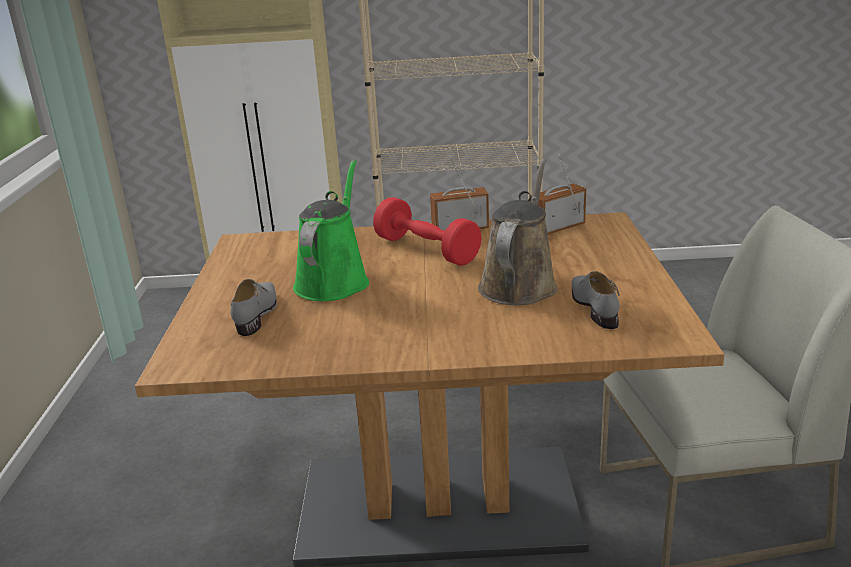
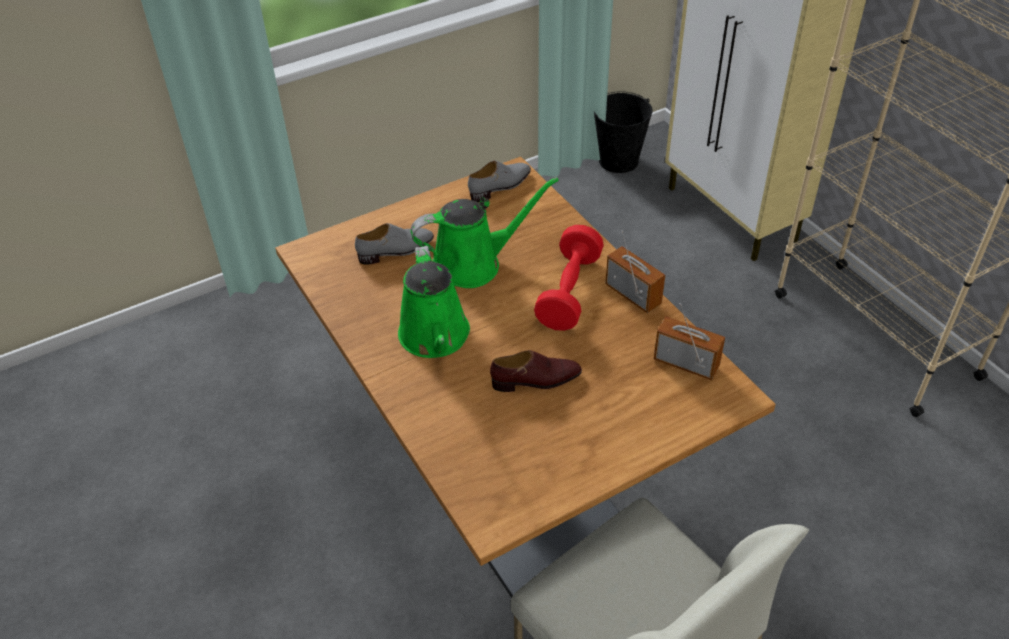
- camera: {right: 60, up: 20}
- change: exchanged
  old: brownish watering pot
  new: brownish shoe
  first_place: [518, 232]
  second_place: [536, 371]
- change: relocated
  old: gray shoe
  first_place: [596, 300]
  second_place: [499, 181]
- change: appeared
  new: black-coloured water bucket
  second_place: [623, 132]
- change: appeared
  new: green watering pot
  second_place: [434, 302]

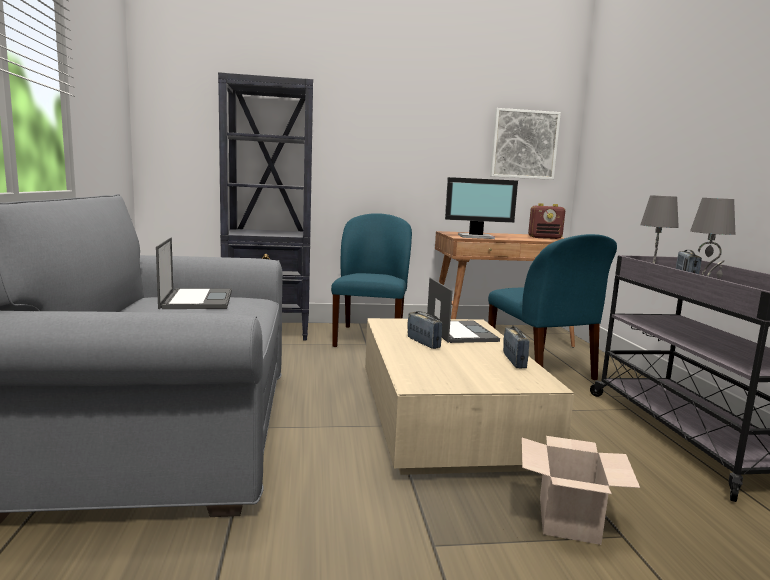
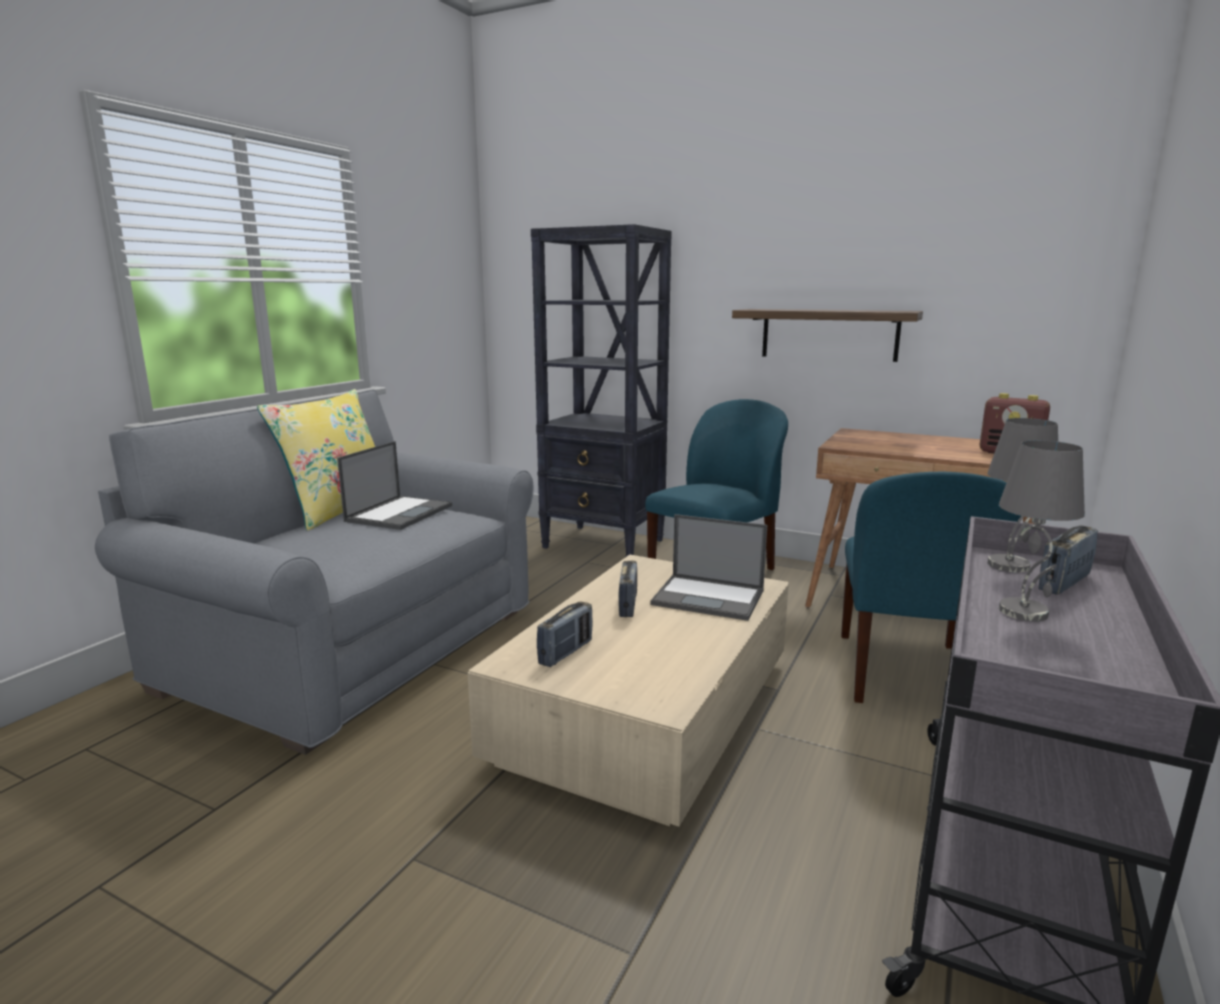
- camera: {right: 35, up: 5}
- change: missing
  old: wall picture
  first_place: [525, 144]
- change: missing
  old: monitor
  first_place: [481, 208]
- change: spun
  old: portable computer
  first_place: [463, 310]
  second_place: [708, 567]
  degrees: 90
- change: relocated
  old: radio set
  first_place: [516, 347]
  second_place: [565, 634]
- change: missing
  old: cardboard box
  first_place: [581, 490]
- change: appeared
  new: wall shelf
  second_place: [827, 335]
- change: appeared
  new: yellow-coloured pillow
  second_place: [316, 460]

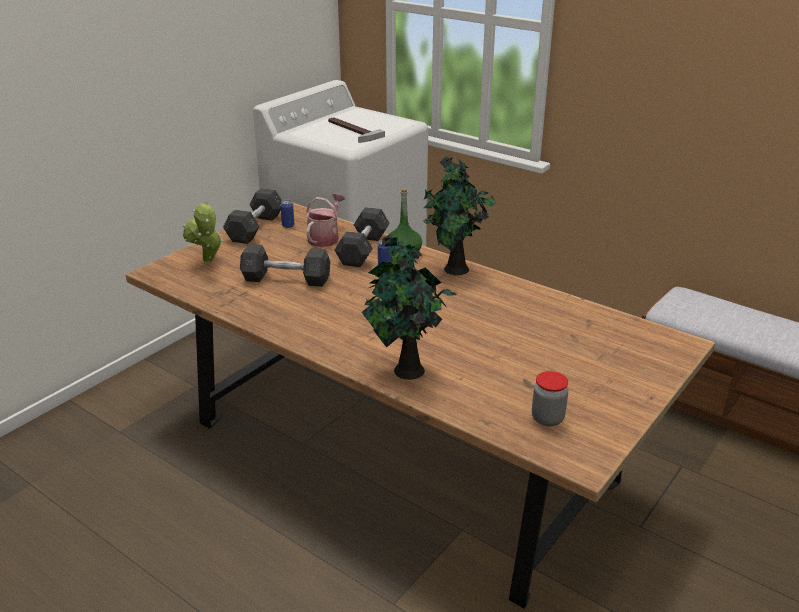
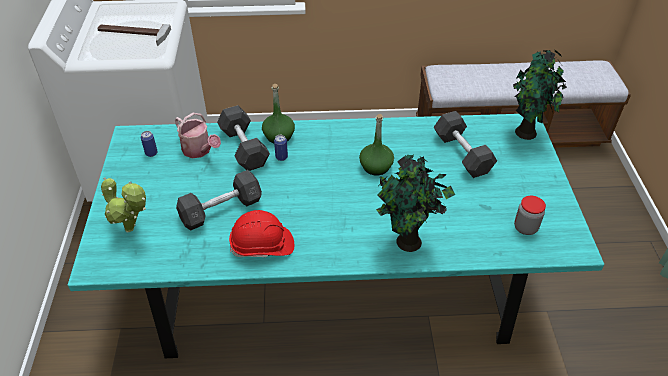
- camera: {right: -40, up: 15}
- change: relocated
  old: plant in a pot
  first_place: [459, 215]
  second_place: [540, 94]
- change: relocated
  old: gray dumbbell
  first_place: [252, 216]
  second_place: [465, 144]
- change: spun
  old: watering pot
  first_place: [325, 220]
  second_place: [198, 135]
  degrees: 150
- change: colour
  old: brownish dinner table
  new: turquoise-coloured dinner table
  first_place: [420, 405]
  second_place: [336, 236]
- change: appeared
  new: green drink bottle
  second_place: [376, 145]
- change: appeared
  new: red safety helmet
  second_place: [261, 234]

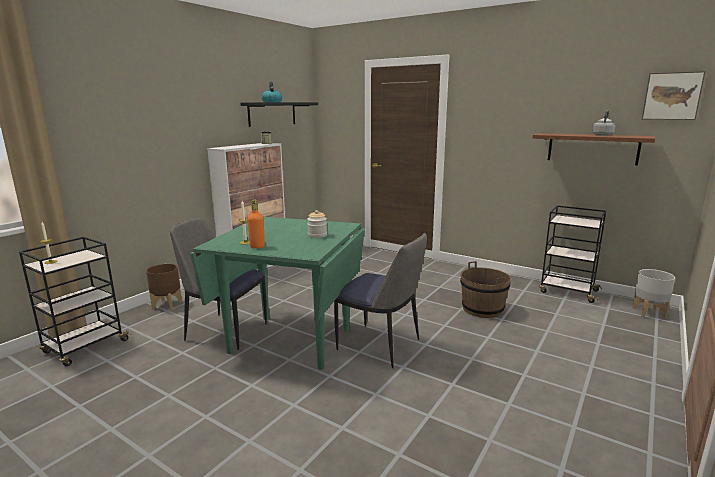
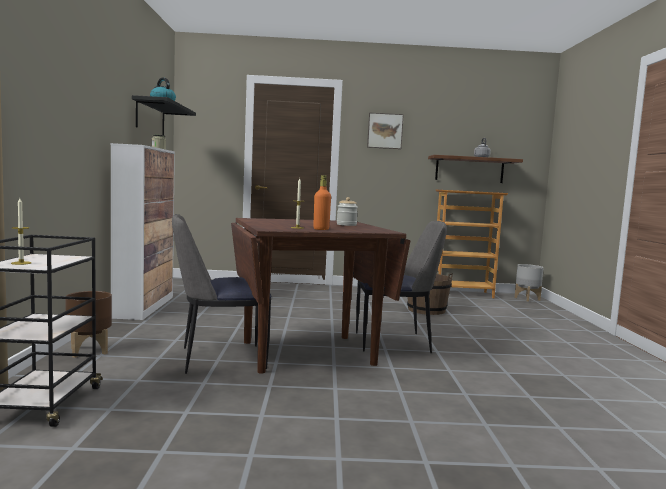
- camera: {right: -35, up: -10}
- change: relocated
  old: wall picture
  first_place: [674, 95]
  second_place: [385, 131]
- change: exchanged
  old: black-coloured wheeled cart
  new: bookcase
  first_place: [572, 254]
  second_place: [471, 243]
- change: colour
  old: green dinner table
  new: brownish dinner table
  first_place: [277, 293]
  second_place: [321, 296]

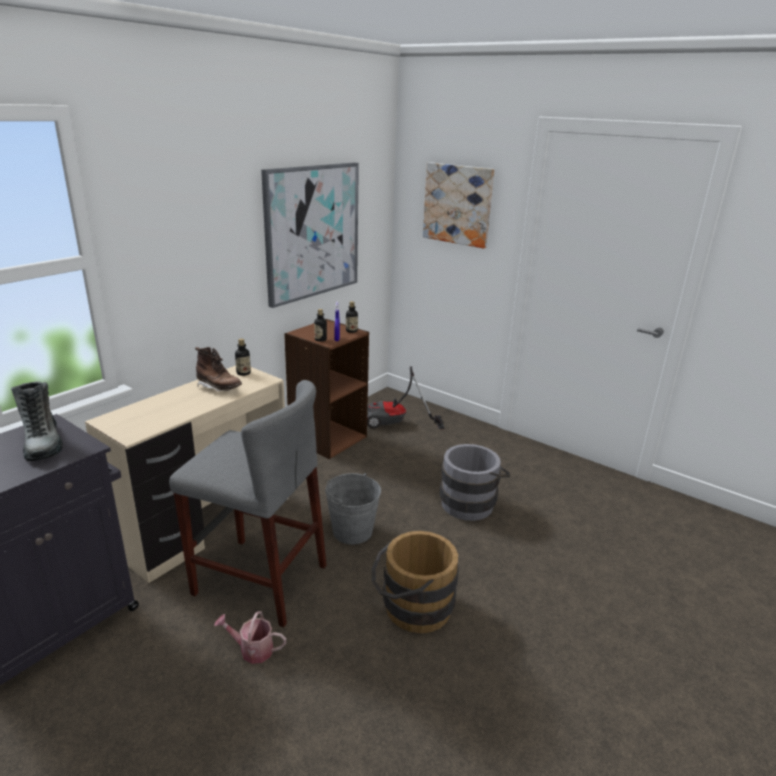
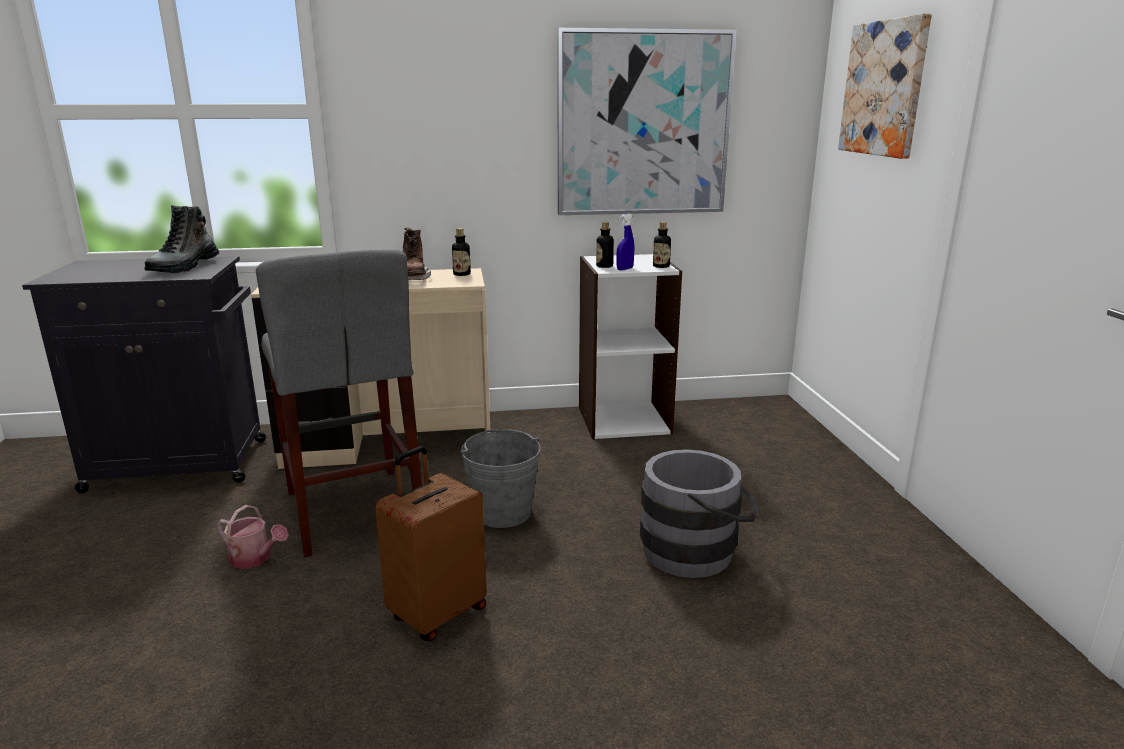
- camera: {right: 45, up: -5}
- change: colour
  old: brownish bookcase
  new: white-coloured bookcase
  first_place: [326, 389]
  second_place: [630, 346]
- change: missing
  old: vacuum cleaner
  first_place: [406, 398]
- change: exchanged
  old: brownish water bucket
  new: brownish travel case
  first_place: [415, 582]
  second_place: [431, 543]
- change: spun
  old: watering pot
  first_place: [250, 637]
  second_place: [253, 537]
  degrees: 150

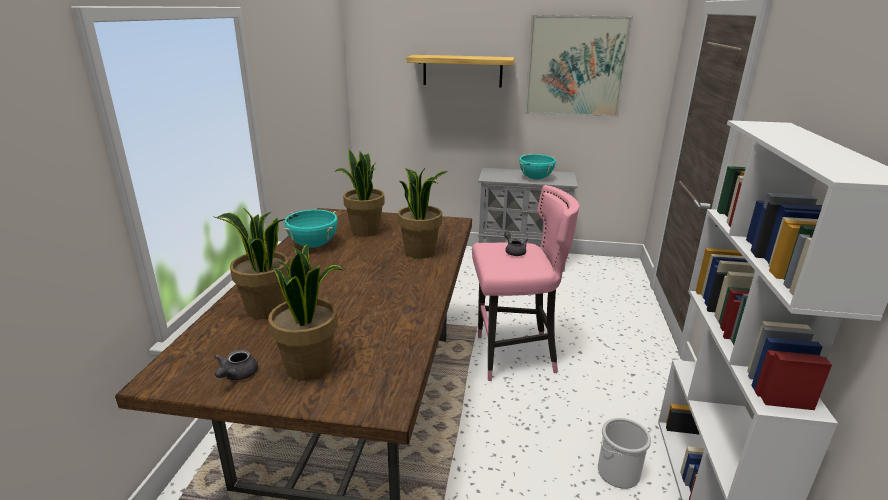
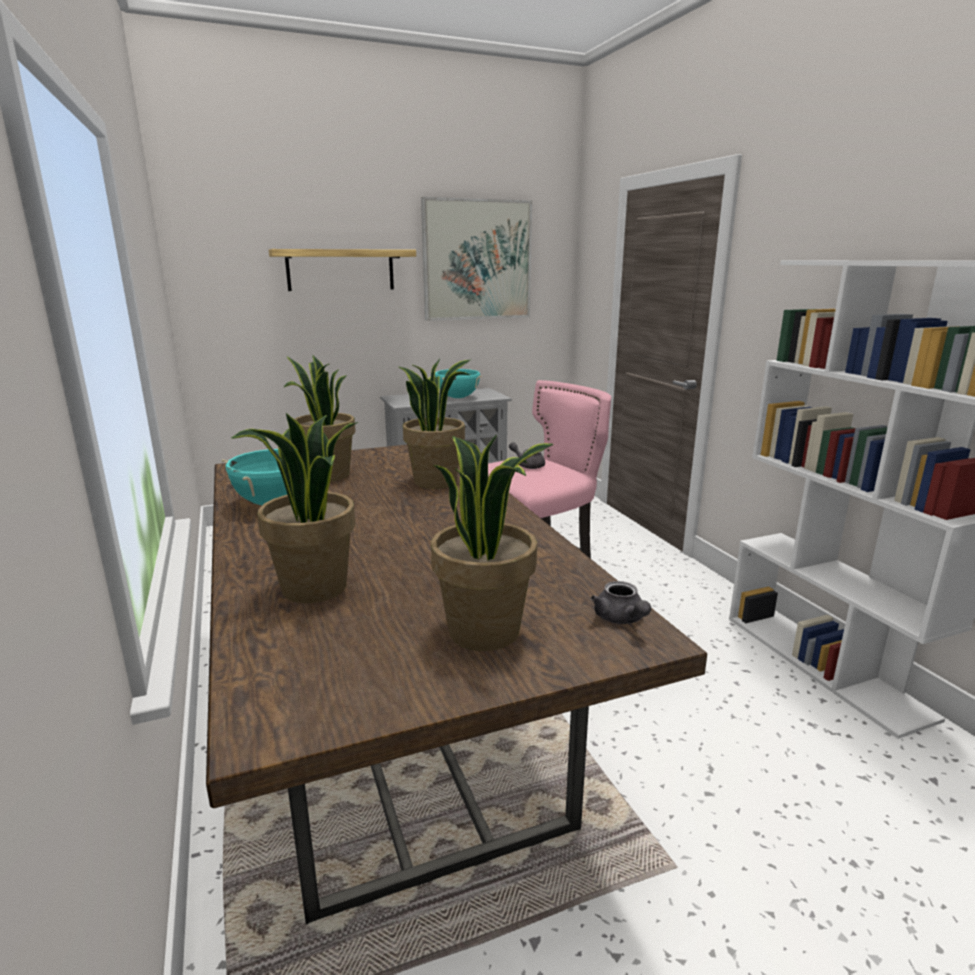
- camera: {right: -30, up: -5}
- change: relocated
  old: gray pot for tea
  first_place: [236, 365]
  second_place: [621, 602]
- change: missing
  old: water bucket
  first_place: [624, 453]

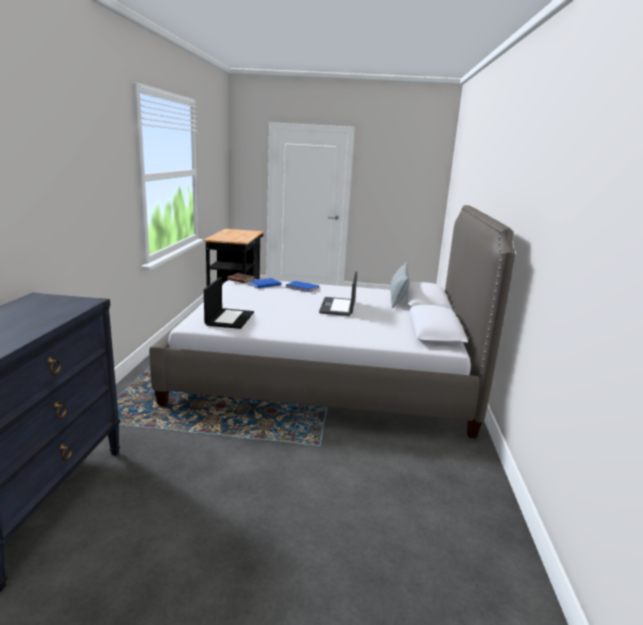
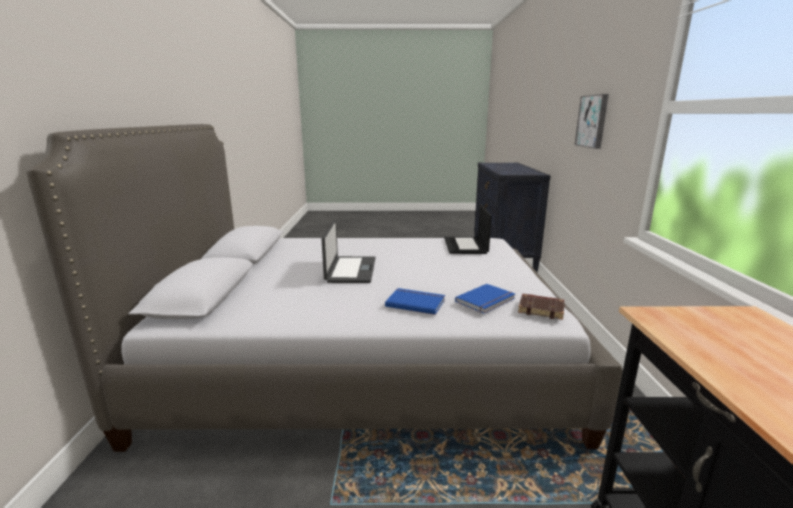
- camera: {right: 175, up: 0}
- change: missing
  old: pillow
  first_place: [399, 285]
- change: appeared
  new: wall picture
  second_place: [592, 121]

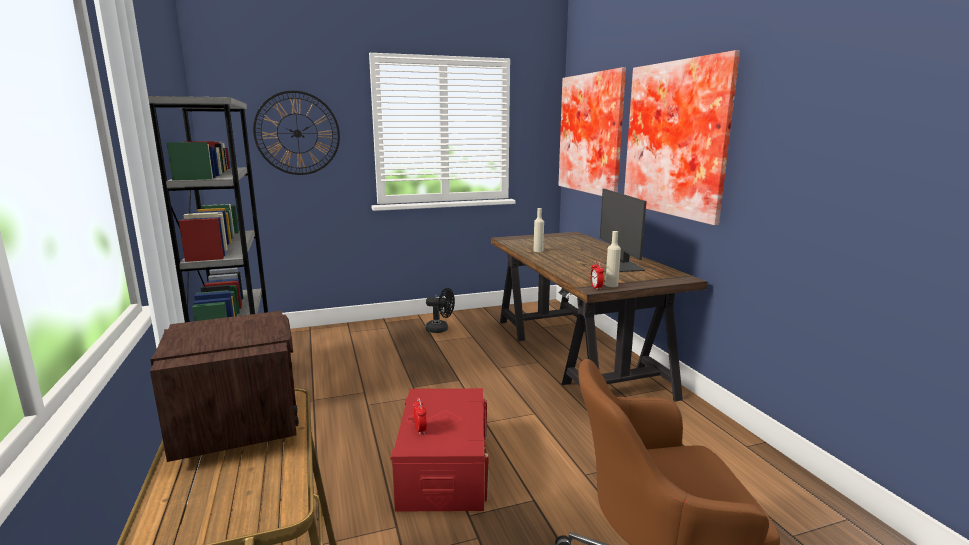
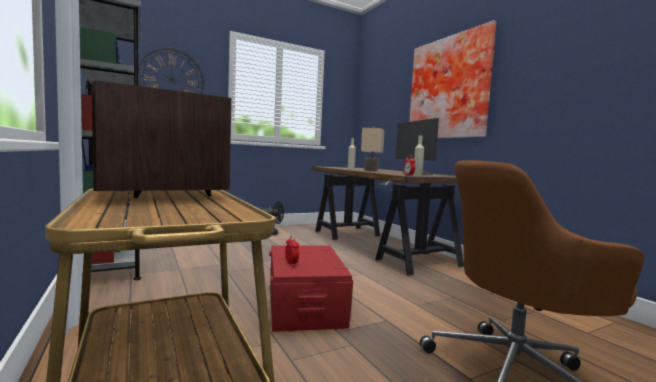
- camera: {right: -10, up: -10}
- change: missing
  old: wall picture
  first_place: [592, 131]
- change: appeared
  new: beige-coloured lamp for a table
  second_place: [373, 148]

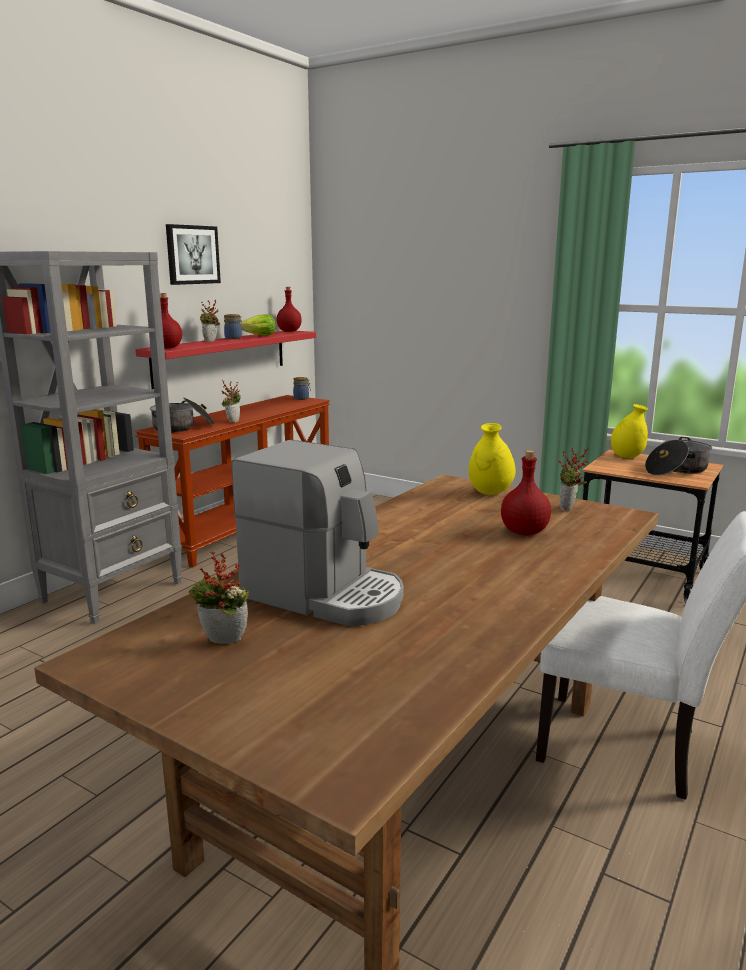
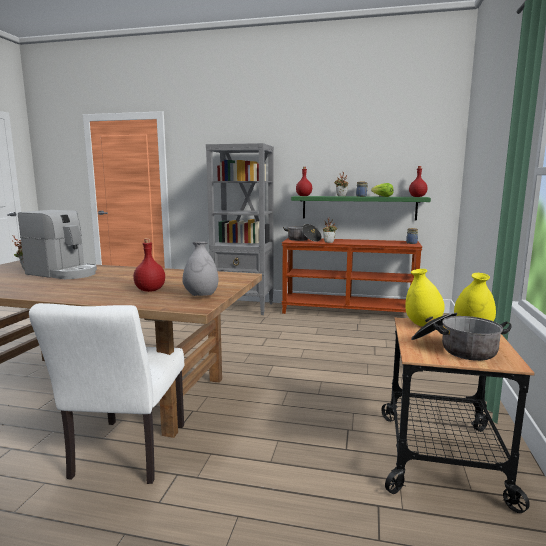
- camera: {right: 70, up: -5}
- change: missing
  old: wall picture
  first_place: [193, 254]
- change: colour
  old: red wall shelf
  new: green wall shelf
  first_place: [225, 360]
  second_place: [361, 208]
- change: relocated
  old: yellow-coloured decorative vase
  first_place: [492, 459]
  second_place: [425, 297]
- change: spun
  old: coffee brewer
  first_place: [318, 533]
  second_place: [57, 244]
  degrees: -75
- change: exchanged
  old: plant in a pot
  new: gray decorative vase
  first_place: [573, 479]
  second_place: [200, 269]

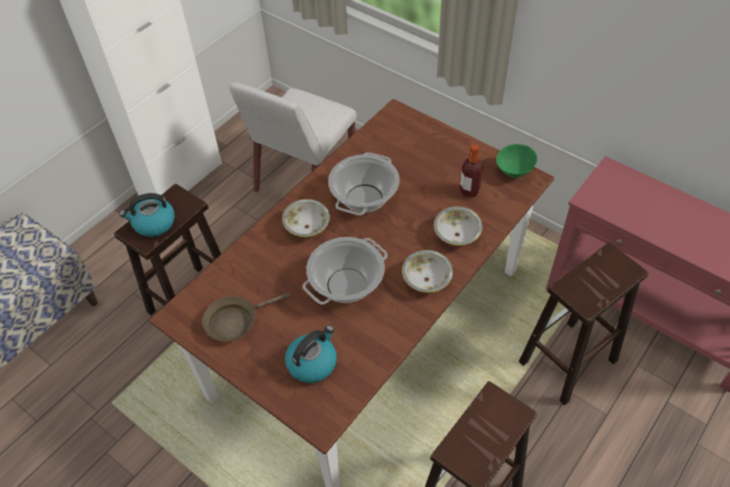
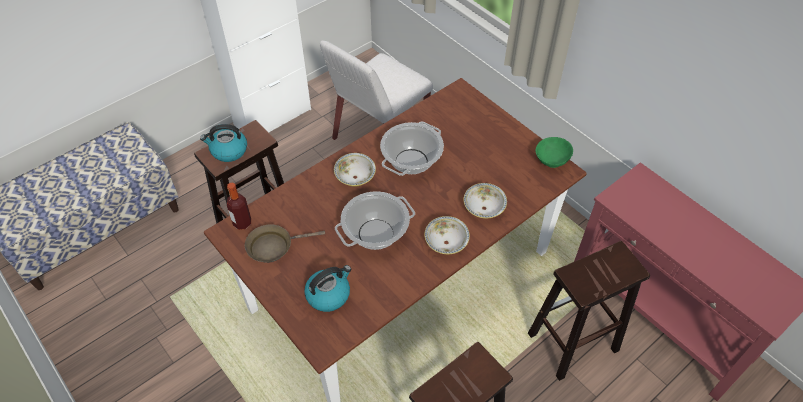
- camera: {right: 10, up: 0}
- change: relocated
  old: drink bottle
  first_place: [471, 171]
  second_place: [239, 206]

